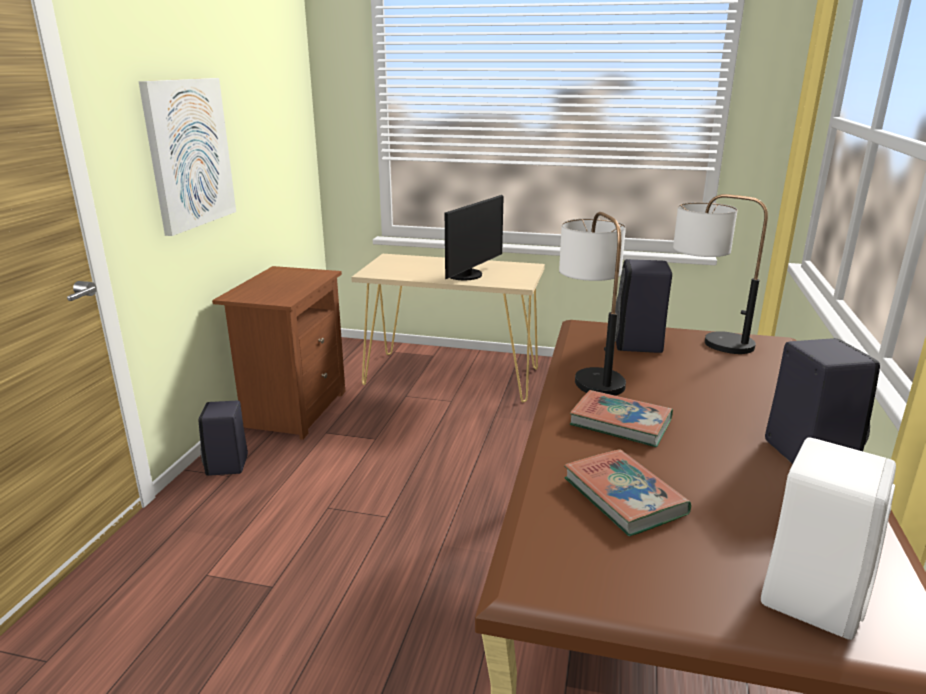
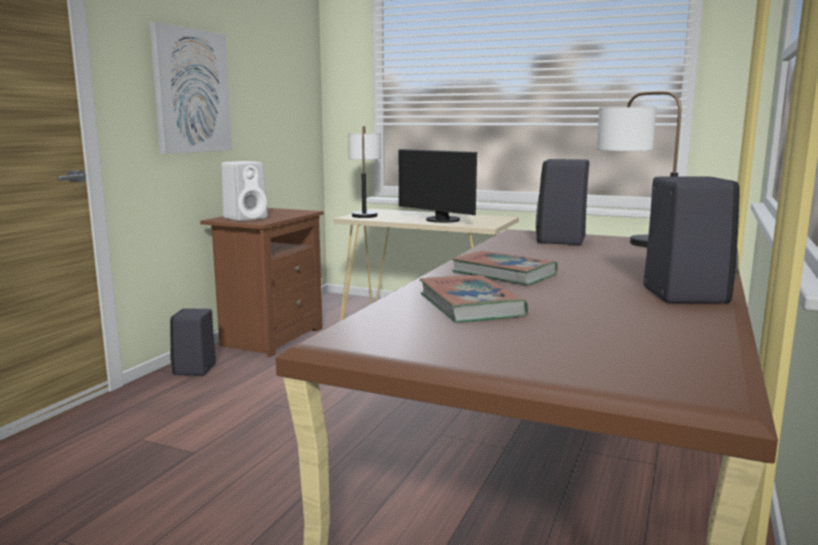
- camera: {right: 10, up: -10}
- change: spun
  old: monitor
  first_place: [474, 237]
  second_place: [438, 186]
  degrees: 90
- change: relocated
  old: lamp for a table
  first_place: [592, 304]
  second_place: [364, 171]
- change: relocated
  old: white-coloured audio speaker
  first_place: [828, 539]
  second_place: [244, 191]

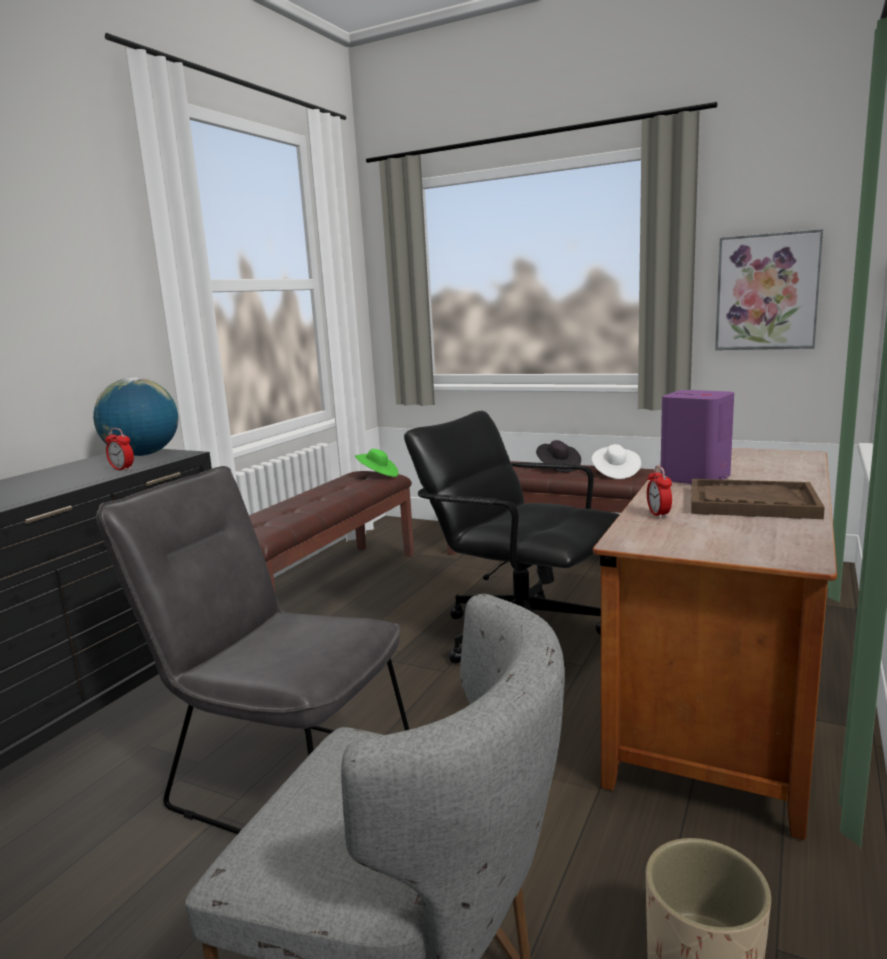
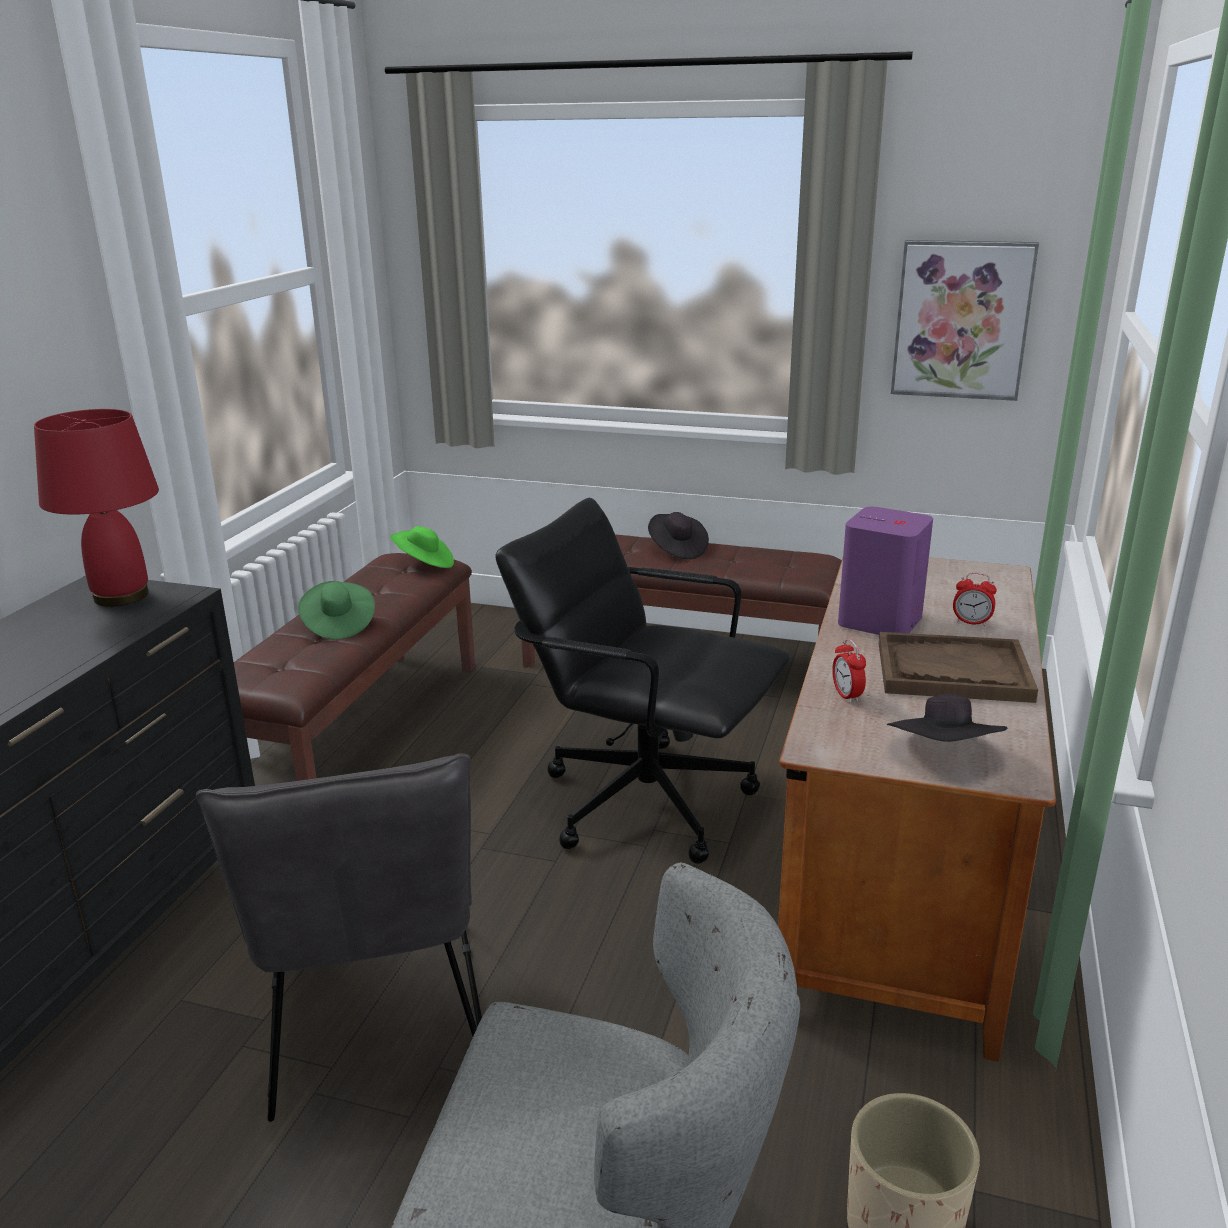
- camera: {right: -10, up: 10}
- change: exchanged
  old: desk globe
  new: red lamp for a table
  first_place: [135, 416]
  second_place: [96, 508]
- change: relocated
  old: bedside clock
  first_place: [119, 449]
  second_place: [975, 599]
- change: missing
  old: white-coloured clothing hat
  first_place: [616, 461]
- change: spun
  old: gray plain chair
  first_place: [252, 650]
  second_place: [339, 937]
  degrees: -120
- change: appeared
  new: green clothing hat
  second_place: [336, 610]
- change: appeared
  new: black-coloured clothing hat
  second_place: [947, 718]

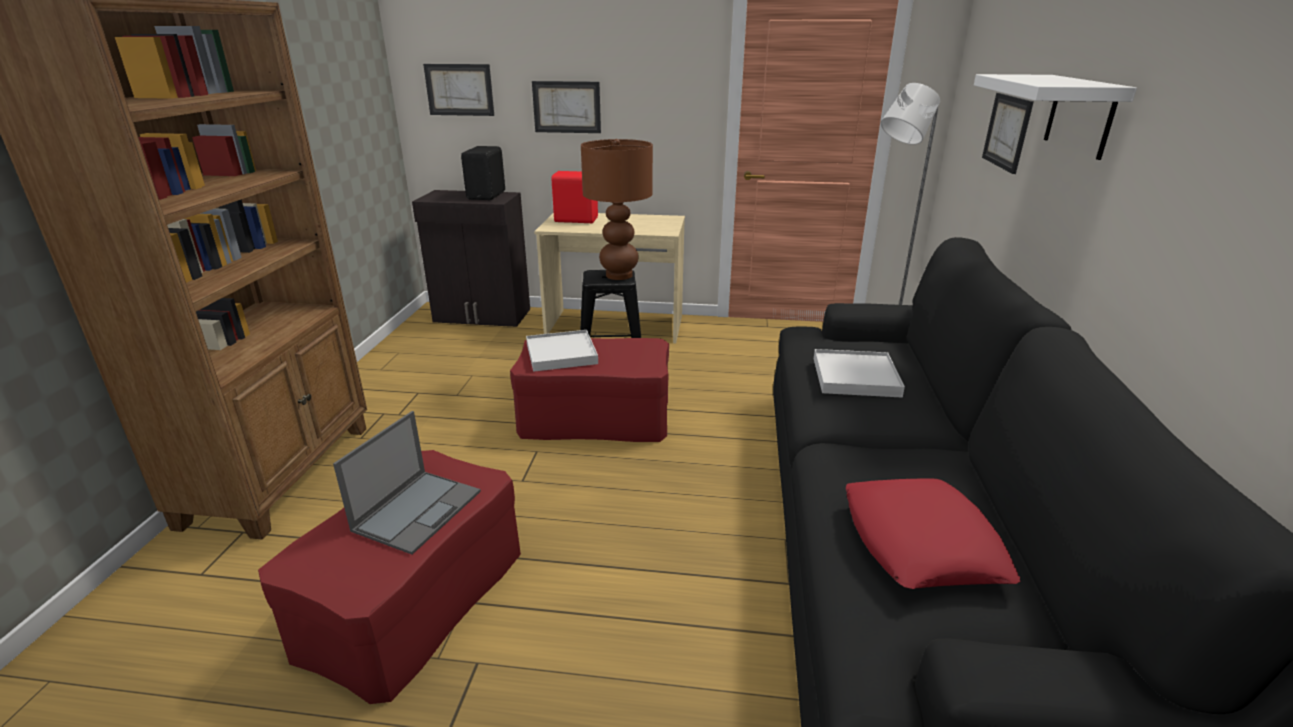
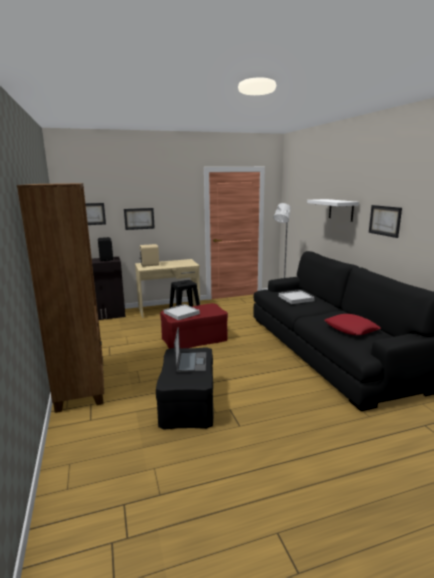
- camera: {right: -25, up: -10}
- change: relocated
  old: wall picture
  first_place: [1008, 133]
  second_place: [385, 221]
- change: missing
  old: brownish lamp for a table
  first_place: [617, 209]
- change: colour
  old: red audio speaker
  new: beige-coloured audio speaker
  first_place: [574, 197]
  second_place: [149, 255]
- change: colour
  old: red footrest
  new: black-coloured footrest
  first_place: [389, 577]
  second_place: [185, 388]

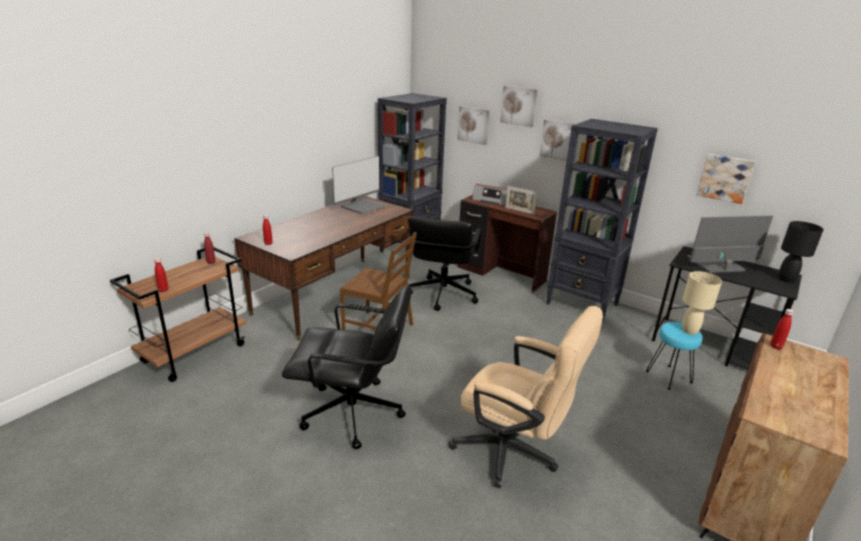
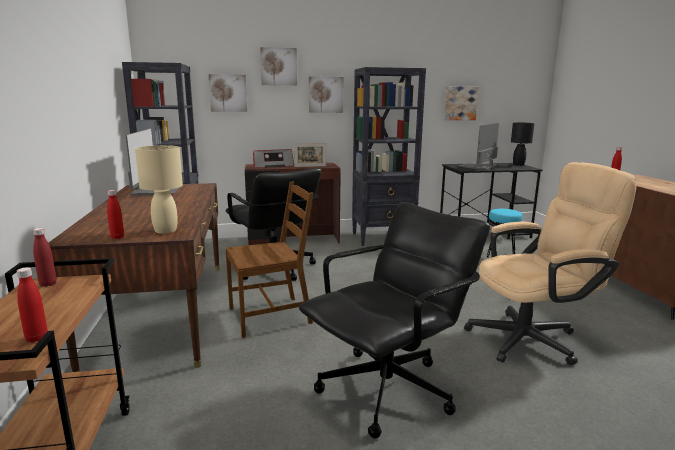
- camera: {right: -45, up: -10}
- change: relocated
  old: beige-coloured lamp for a table
  first_place: [702, 303]
  second_place: [159, 189]

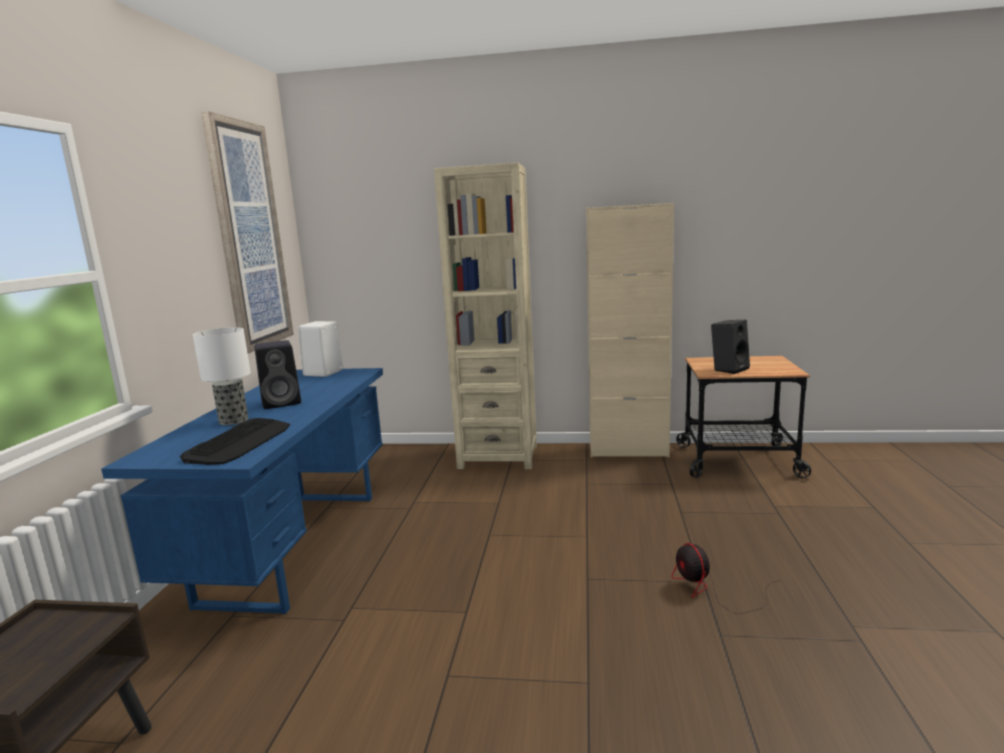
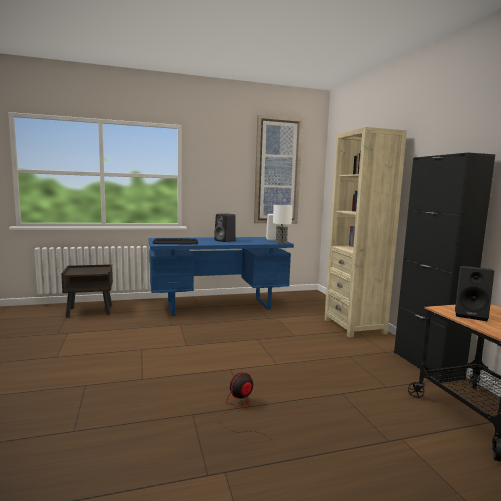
- camera: {right: 65, up: -5}
- change: colour
  old: beige-coloured storage cabinet
  new: black-coloured storage cabinet
  first_place: [630, 330]
  second_place: [444, 267]
- change: relocated
  old: lamp for a table
  first_place: [222, 376]
  second_place: [282, 224]

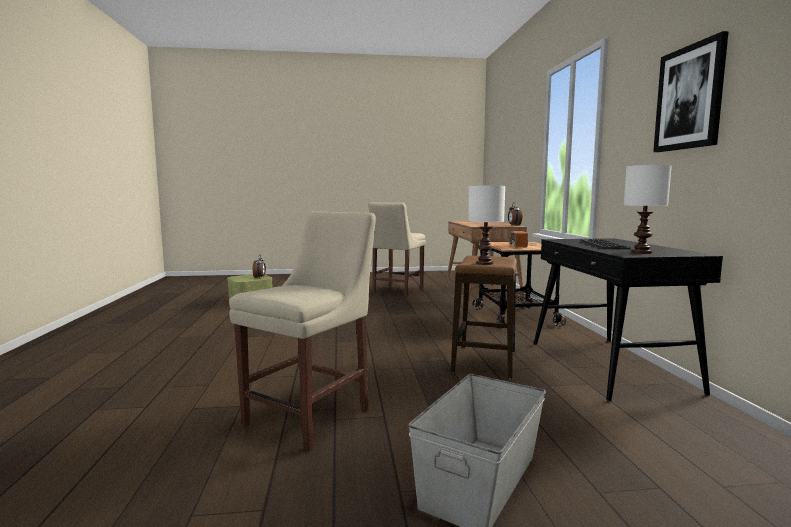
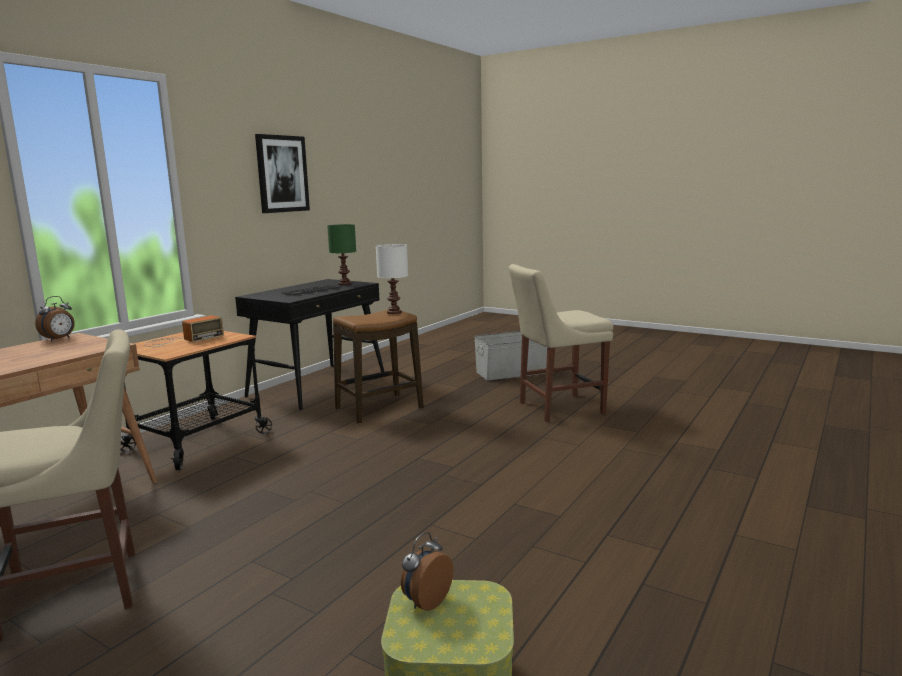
- camera: {right: -140, up: 5}
- change: colour
  old: white-coloured lamp for a table
  new: green lamp for a table
  first_place: [648, 209]
  second_place: [341, 254]

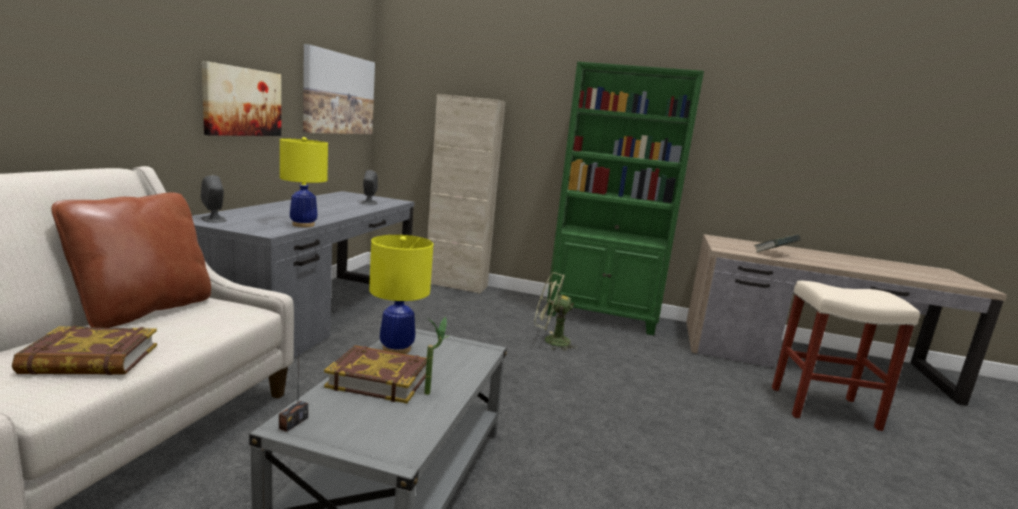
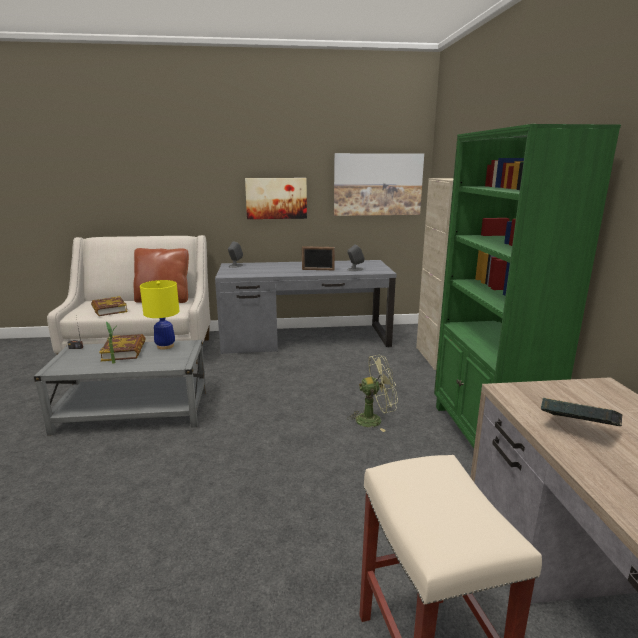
- camera: {right: 70, up: 5}
- change: missing
  old: yellow-coloured lamp for a table
  first_place: [304, 182]
- change: spun
  old: green cooling fan
  first_place: [556, 311]
  second_place: [372, 393]
  degrees: 90
- change: appeared
  new: standing frame
  second_place: [318, 258]

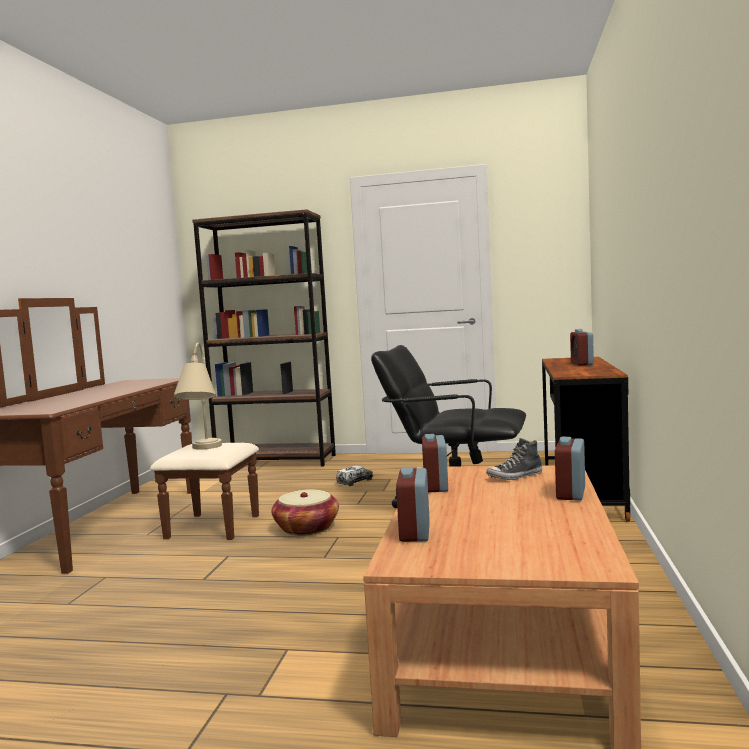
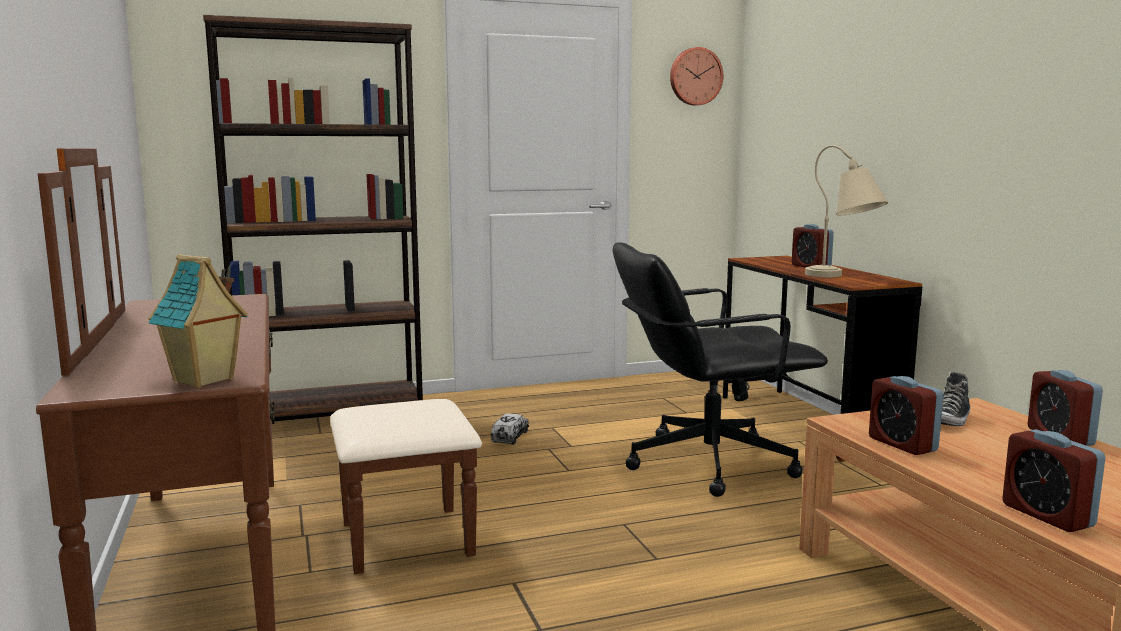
- camera: {right: -30, up: 5}
- change: relocated
  old: beige-coloured lamp for a table
  first_place: [198, 396]
  second_place: [846, 211]
- change: missing
  old: household basket
  first_place: [305, 512]
- change: appeared
  new: hanging clock
  second_place: [696, 76]
- change: appeared
  new: miniature house
  second_place: [198, 321]

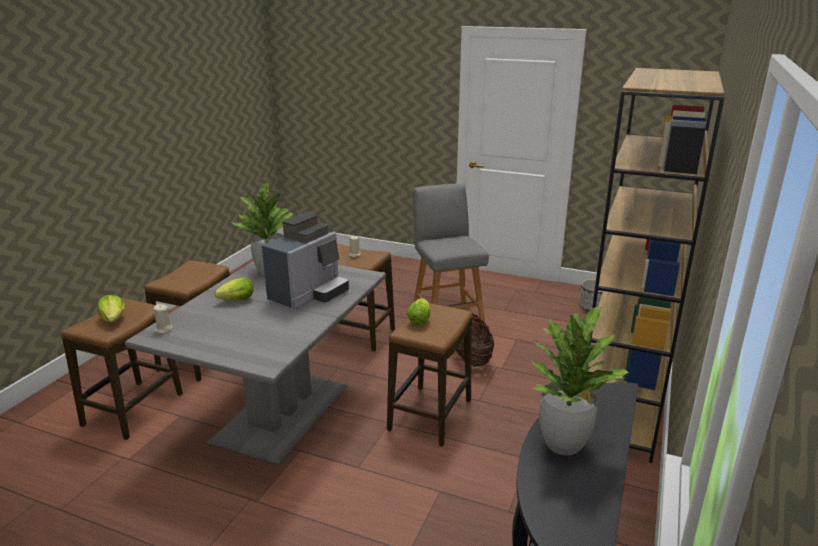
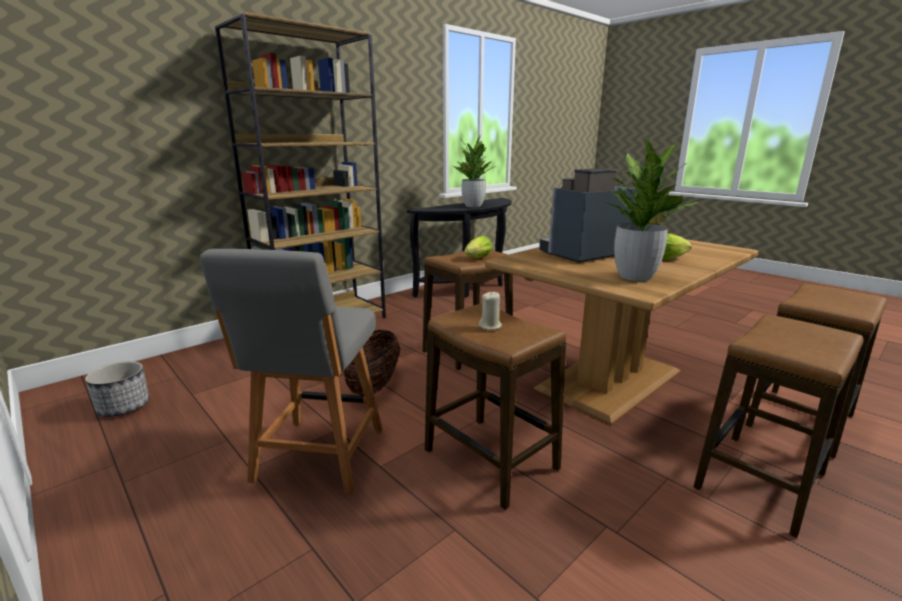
- camera: {right: -155, up: -5}
- change: colour
  old: gray dinner table
  new: brownish dinner table
  first_place: [255, 363]
  second_place: [622, 332]
- change: missing
  old: head of lettuce
  first_place: [111, 308]
- change: missing
  old: beige-coloured wax candle
  first_place: [163, 318]

